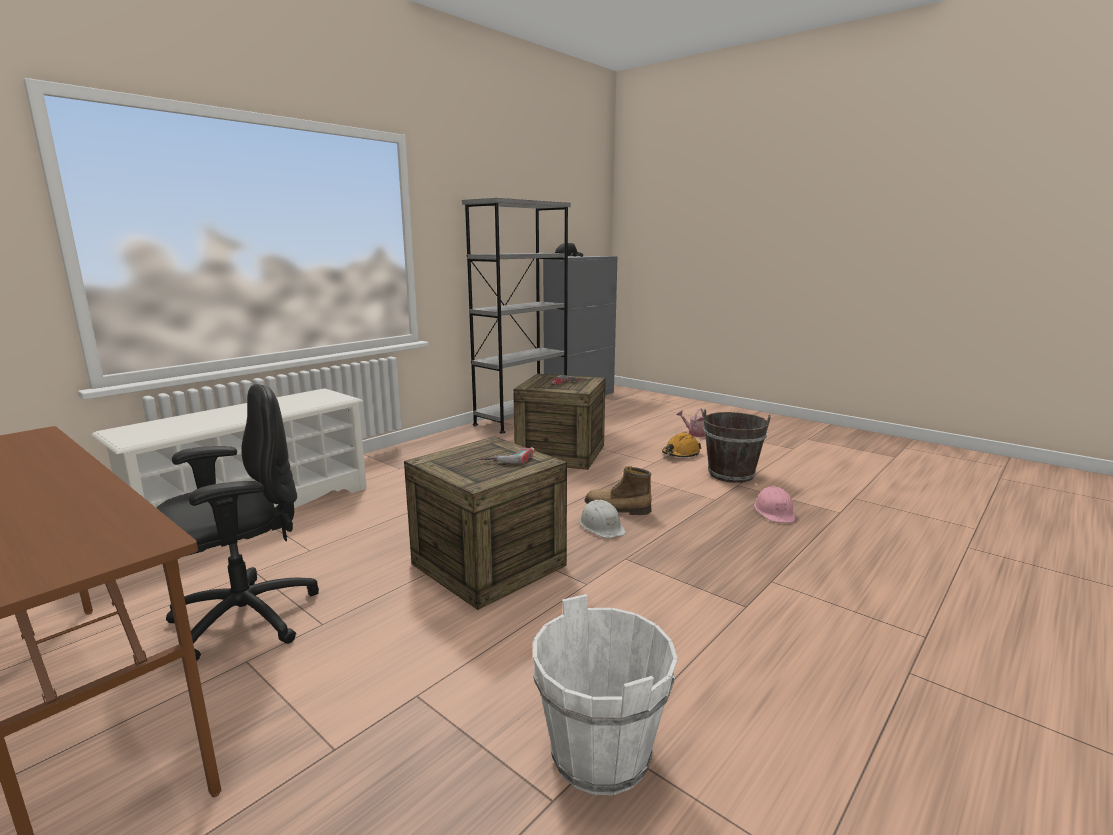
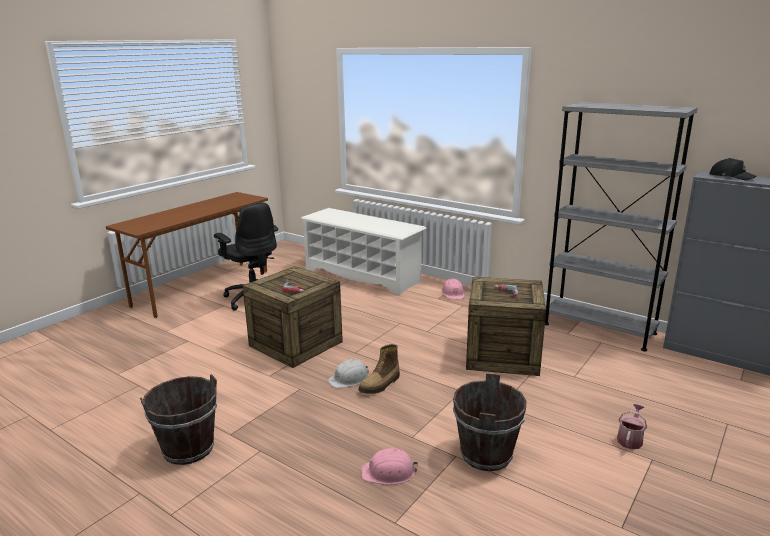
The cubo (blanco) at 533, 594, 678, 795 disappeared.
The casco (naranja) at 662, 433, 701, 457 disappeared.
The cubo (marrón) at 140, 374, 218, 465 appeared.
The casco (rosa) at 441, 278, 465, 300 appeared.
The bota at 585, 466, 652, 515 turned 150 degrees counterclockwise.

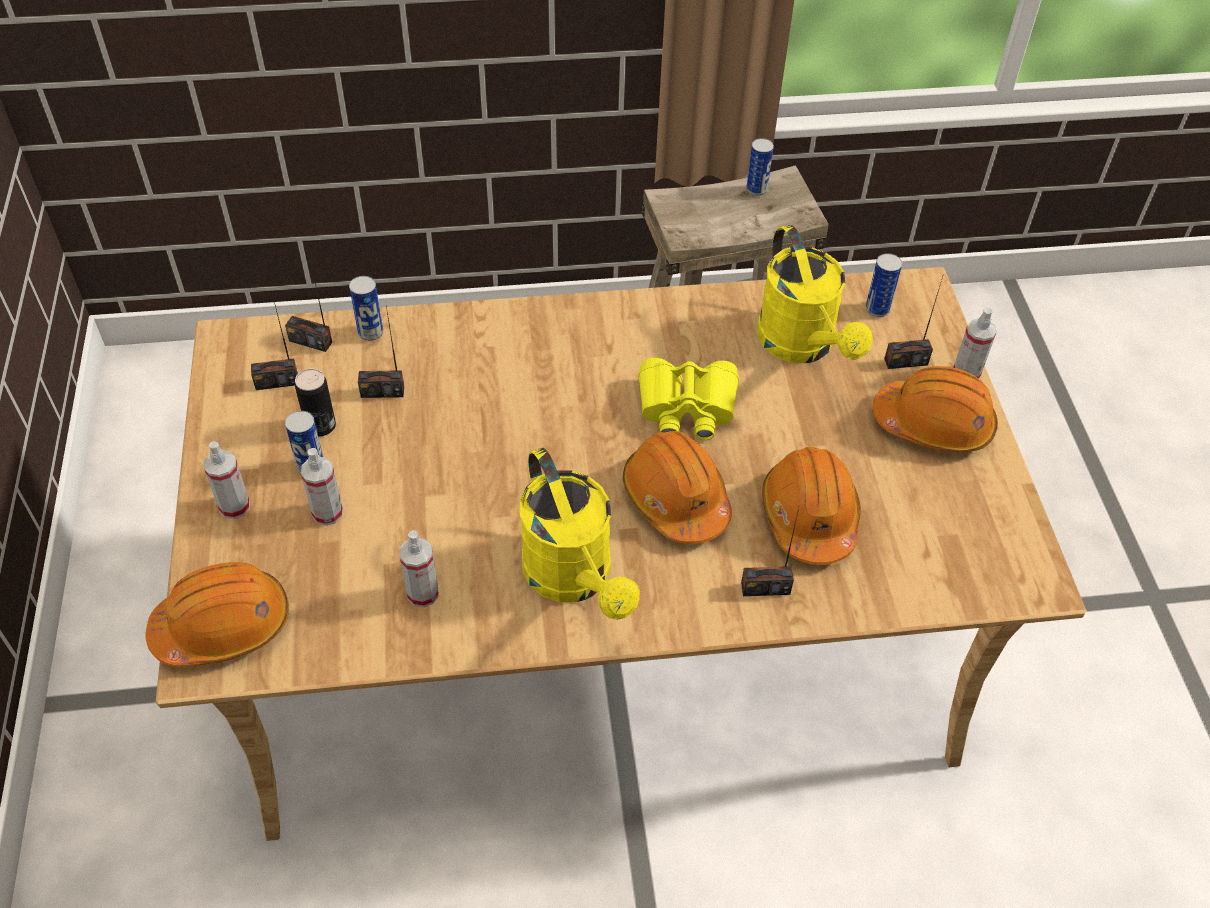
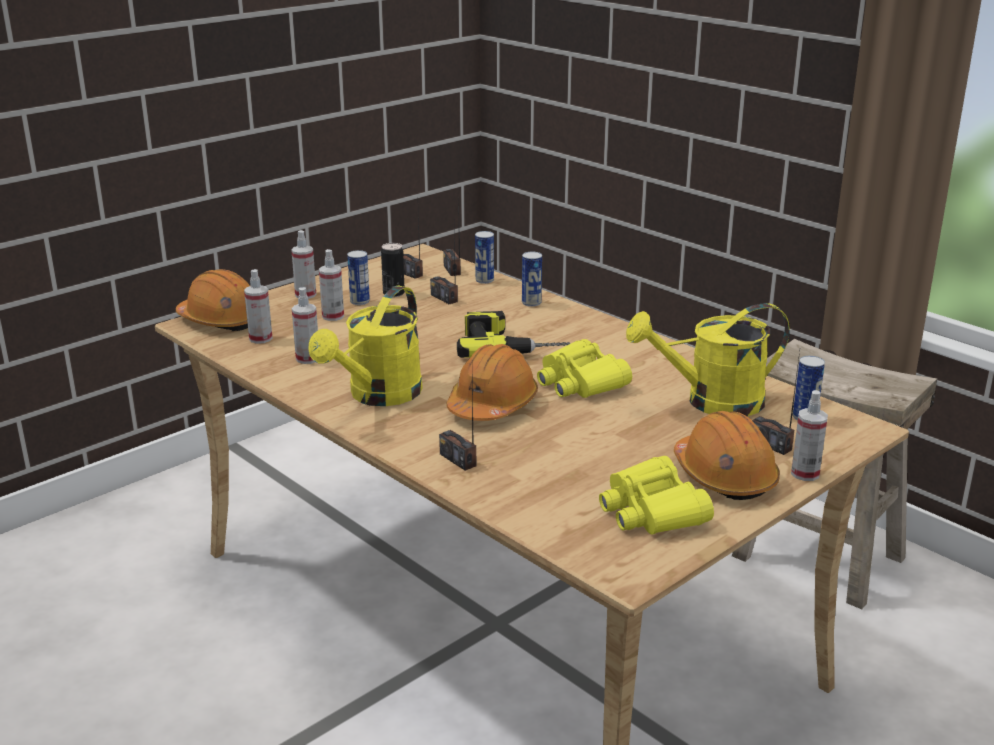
The casco (naranja) at 762, 447, 861, 565 disappeared.
The pulverizador at 244, 269, 272, 344 appeared.
The taladro at 457, 311, 570, 358 appeared.
The prismáticos (amarillo) at 599, 456, 714, 535 appeared.
The lata moved from 746, 138, 774, 196 to 522, 252, 542, 307.
The regadera (amarillo) at 757, 225, 873, 363 turned 45 degrees clockwise.

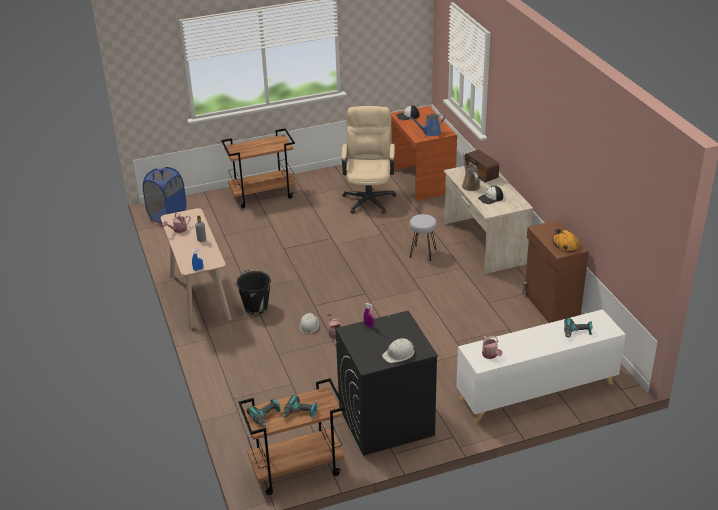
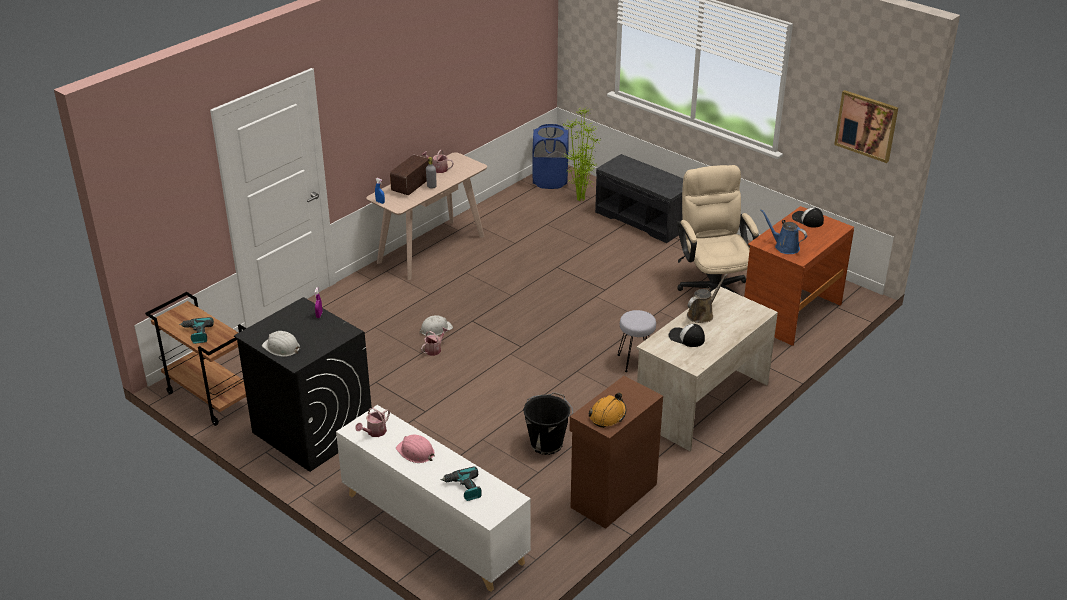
The taladro at 247, 398, 281, 427 disappeared.
The casco (rosa) at 396, 434, 435, 463 appeared.
The planta en maceta at 562, 107, 601, 201 appeared.
The cuadro at 834, 90, 898, 163 appeared.
The cubo (negro) moved from 235, 270, 271, 315 to 523, 392, 573, 455.
The radio moved from 464, 149, 499, 182 to 390, 155, 429, 195.
The carrito (marrón) at 221, 128, 296, 208 was replaced by the banco (gris) at 595, 154, 683, 243.
The silla de oficina (beis) at 342, 106, 396, 214 turned 75 degrees counterclockwise.

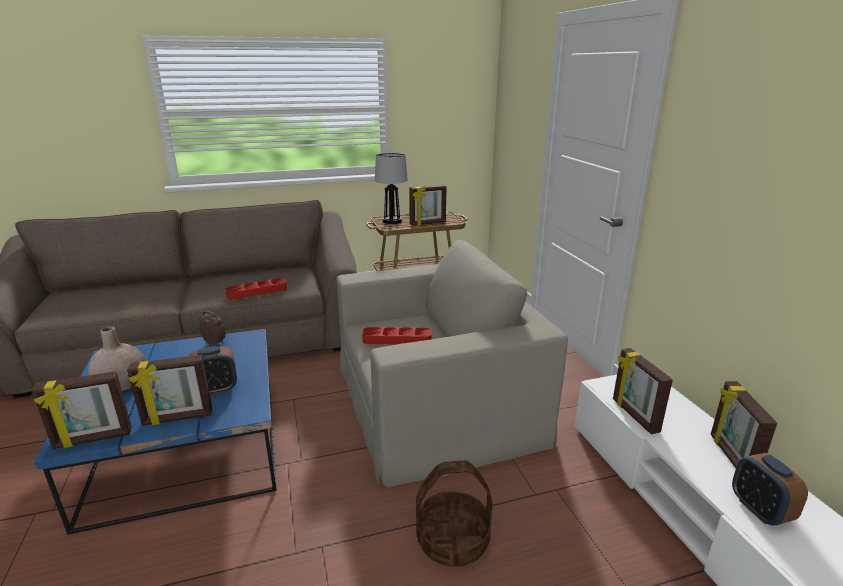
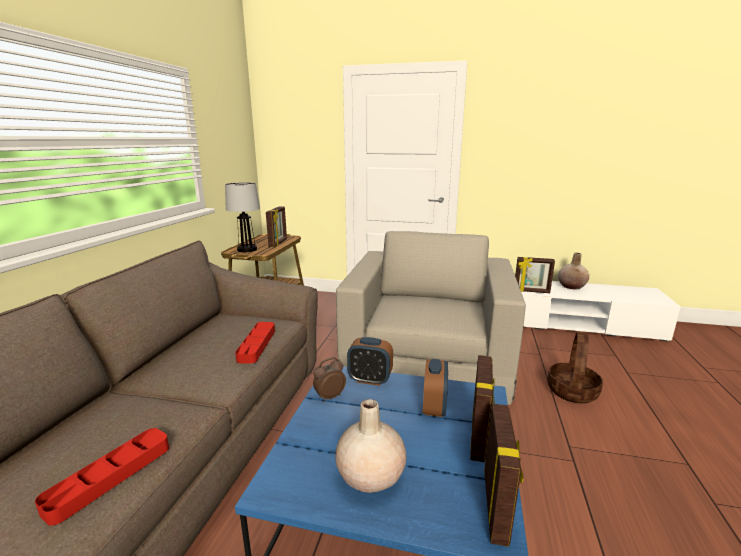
The bandeja (rojo) moved from 362, 327, 431, 344 to 35, 428, 169, 526.
The despertador moved from 732, 453, 808, 526 to 347, 337, 393, 386.
The portarretratos at 711, 381, 777, 468 was replaced by the florero (beis) at 558, 253, 589, 290.

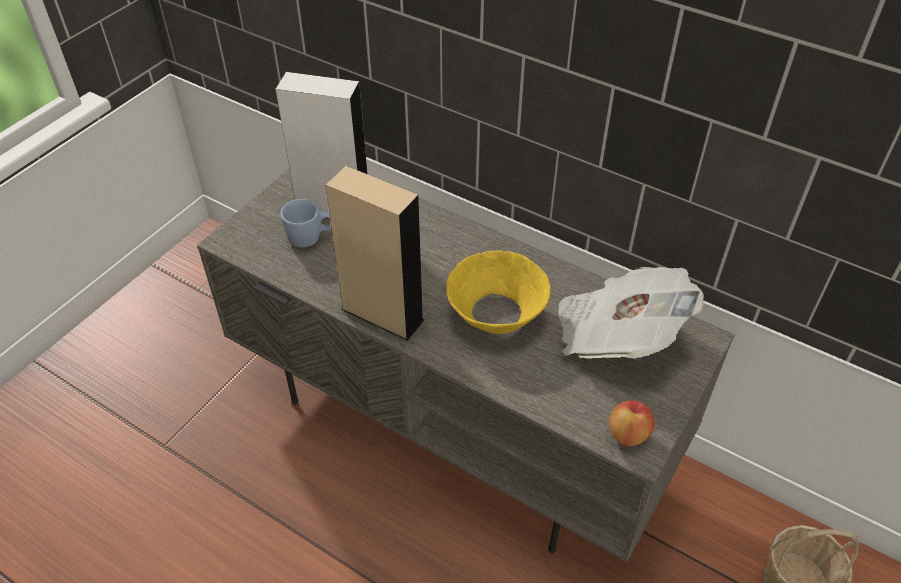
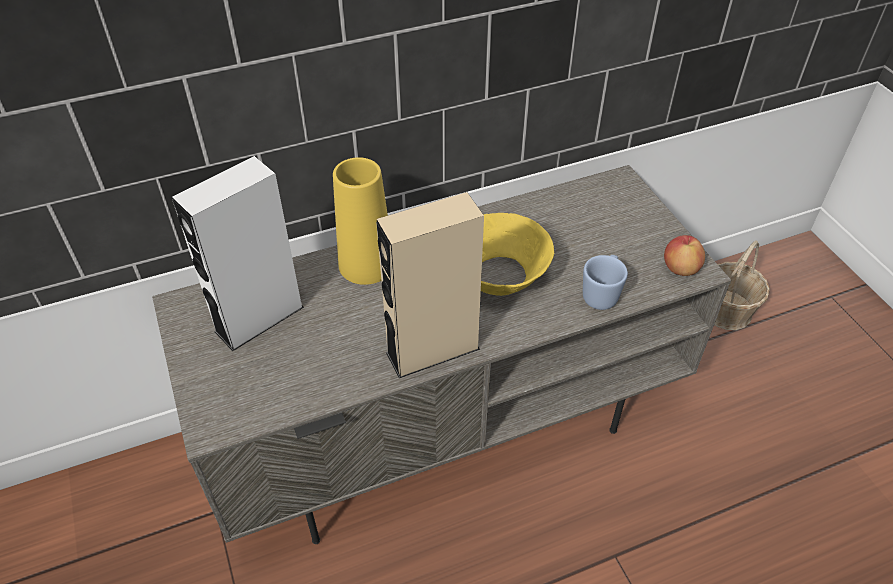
The periódico at 558, 267, 704, 359 disappeared.
The florero (amarillo) at 333, 157, 388, 285 appeared.
The taza grande (azul) moved from 280, 199, 331, 248 to 583, 255, 628, 310.

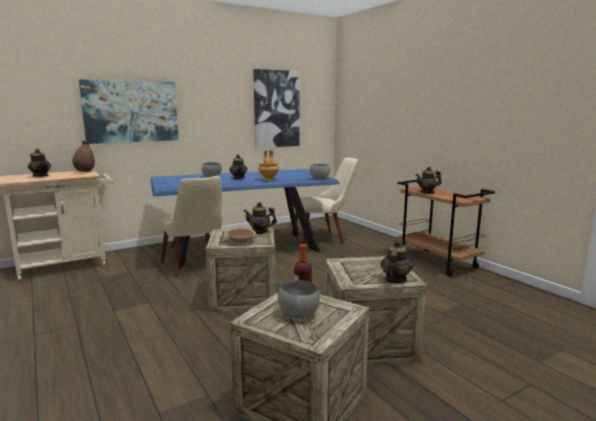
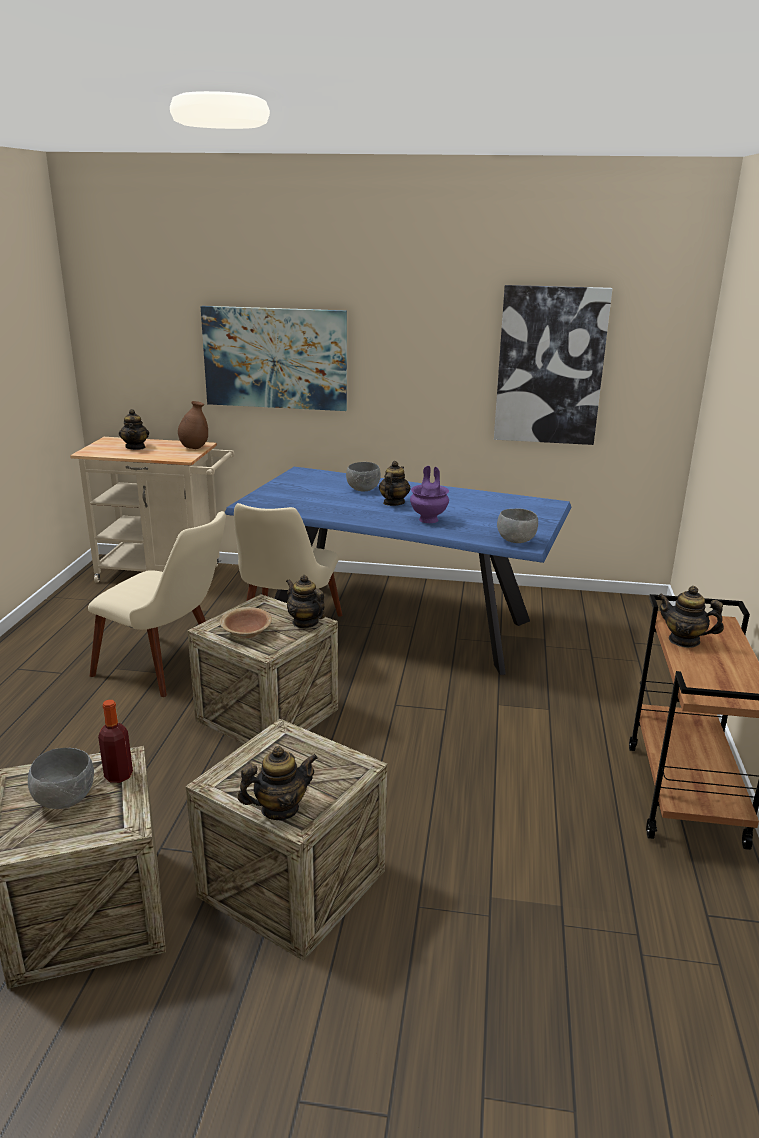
The silla (beis) moved from 291, 157, 358, 244 to 88, 511, 226, 697.
The florero (marrón) at 258, 150, 279, 181 became the florero (morado) at 410, 466, 449, 523.

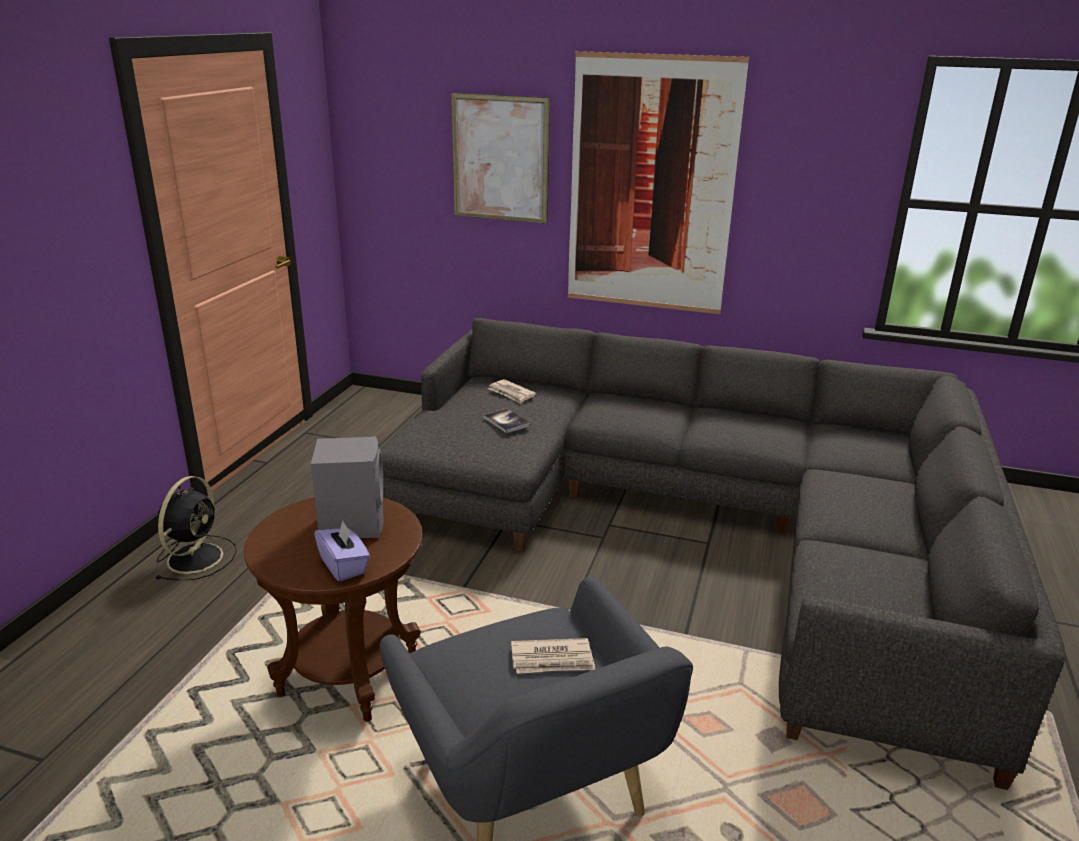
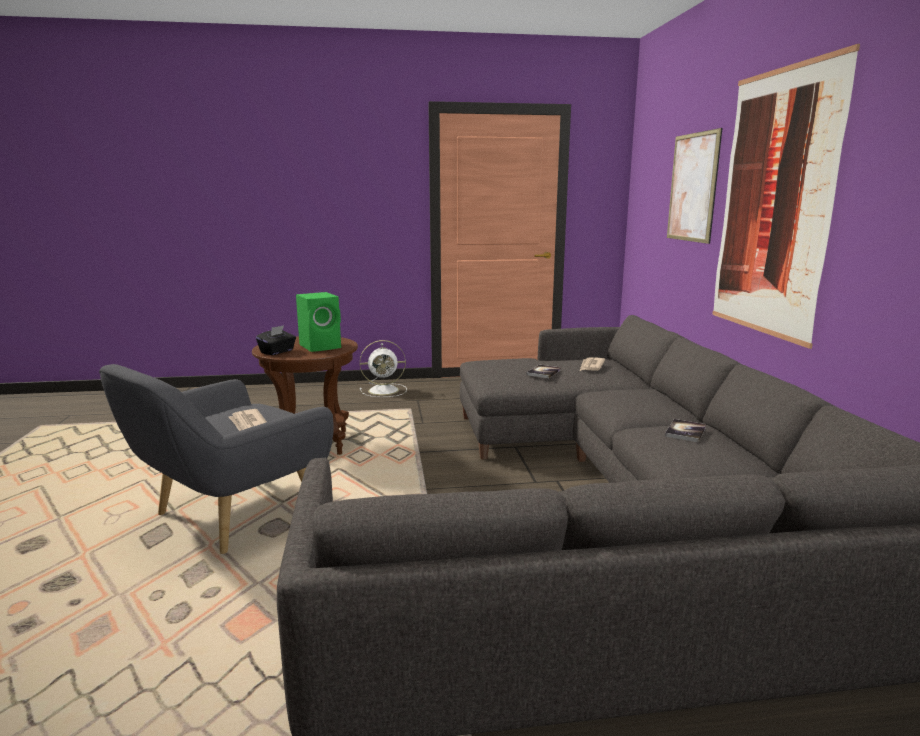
The libro at 665, 419, 706, 442 appeared.
The ventilador (negro) at 155, 476, 237, 581 became the ventilador (blanco) at 360, 340, 407, 397.
The altavoz (gris) at 311, 436, 383, 538 became the altavoz (verde) at 296, 292, 341, 352.
The caja de pañuelos (morado) at 314, 520, 370, 581 became the caja de pañuelos (negro) at 256, 325, 296, 355.

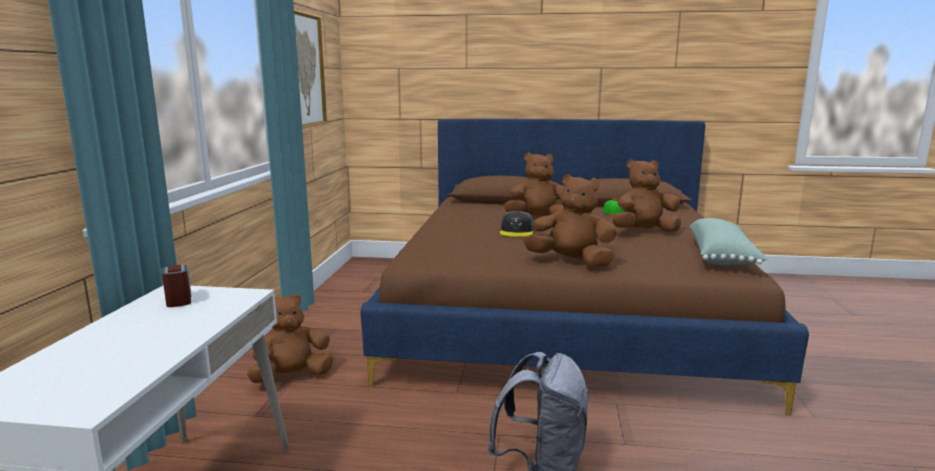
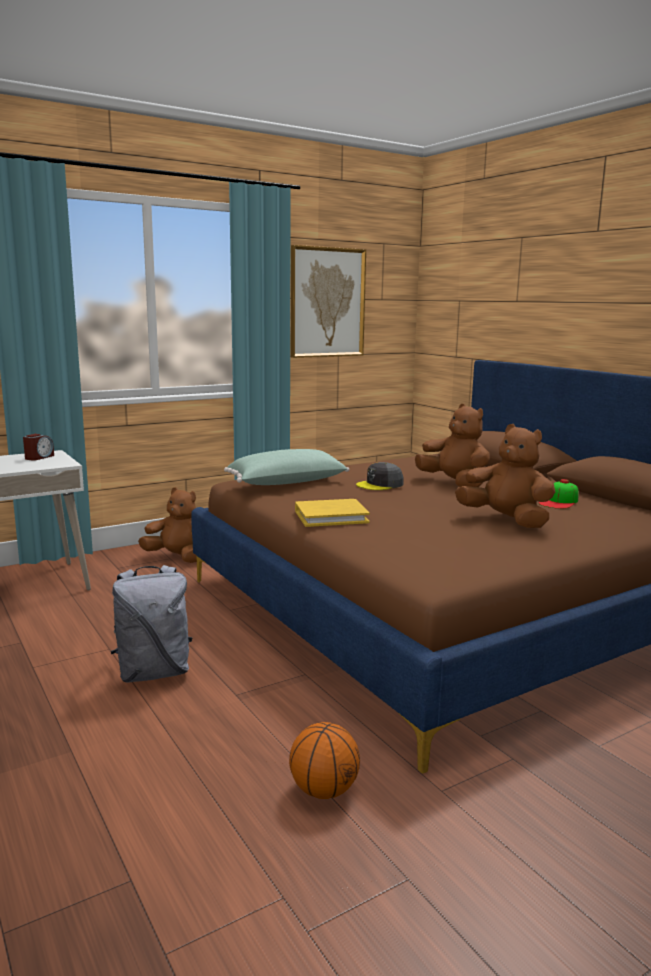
The balón de baloncesto at 289, 722, 360, 799 appeared.
The cojín (verde) moved from 690, 218, 768, 265 to 224, 449, 349, 485.
The peluche (marrón) at 523, 174, 617, 267 was replaced by the libro (amarillo) at 295, 499, 370, 527.

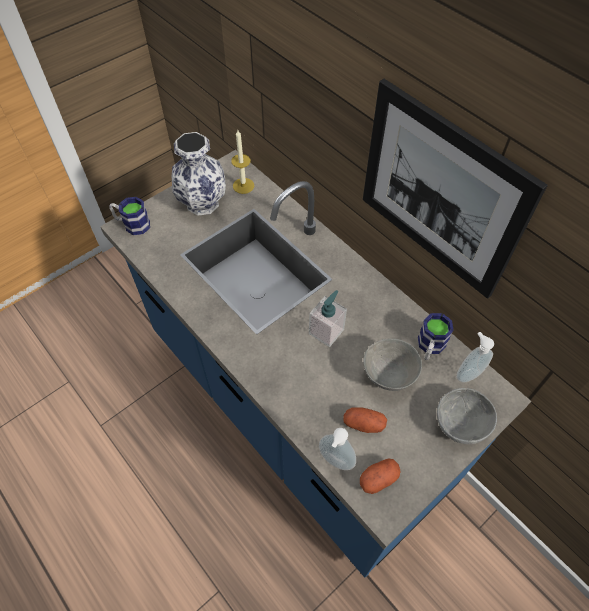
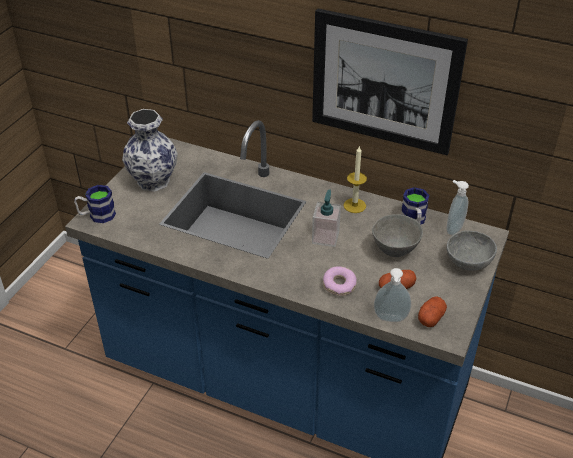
The rosquilla at 323, 266, 357, 296 appeared.
The vela moved from 231, 130, 254, 194 to 343, 145, 367, 213.

